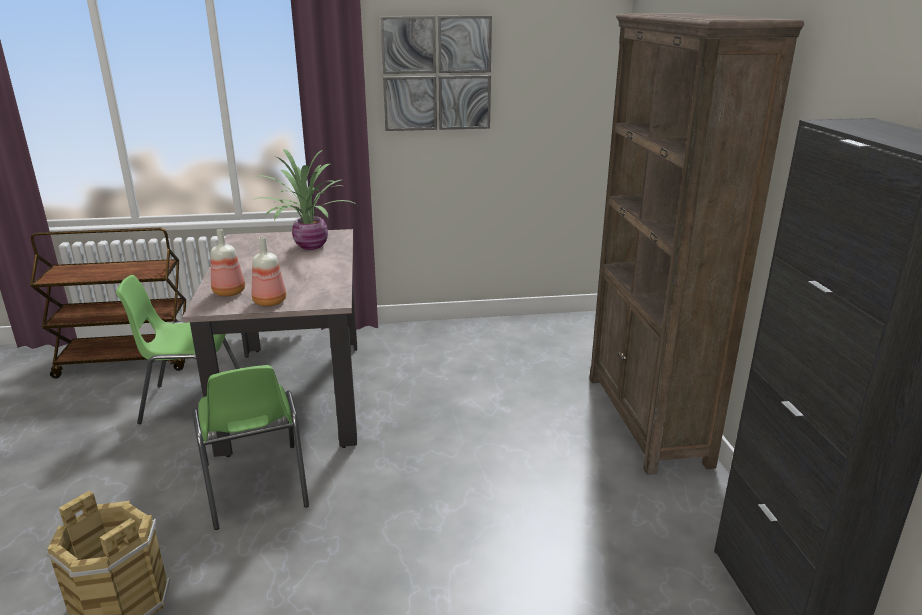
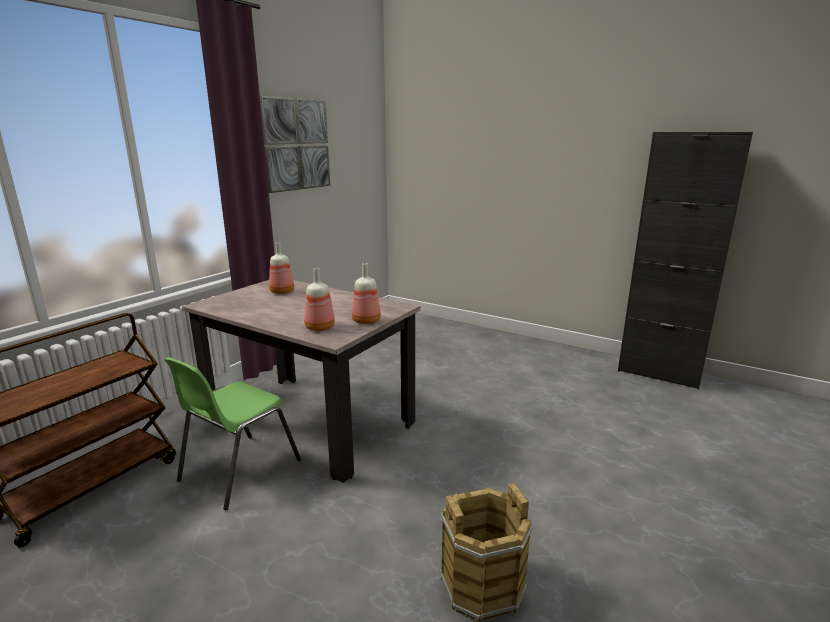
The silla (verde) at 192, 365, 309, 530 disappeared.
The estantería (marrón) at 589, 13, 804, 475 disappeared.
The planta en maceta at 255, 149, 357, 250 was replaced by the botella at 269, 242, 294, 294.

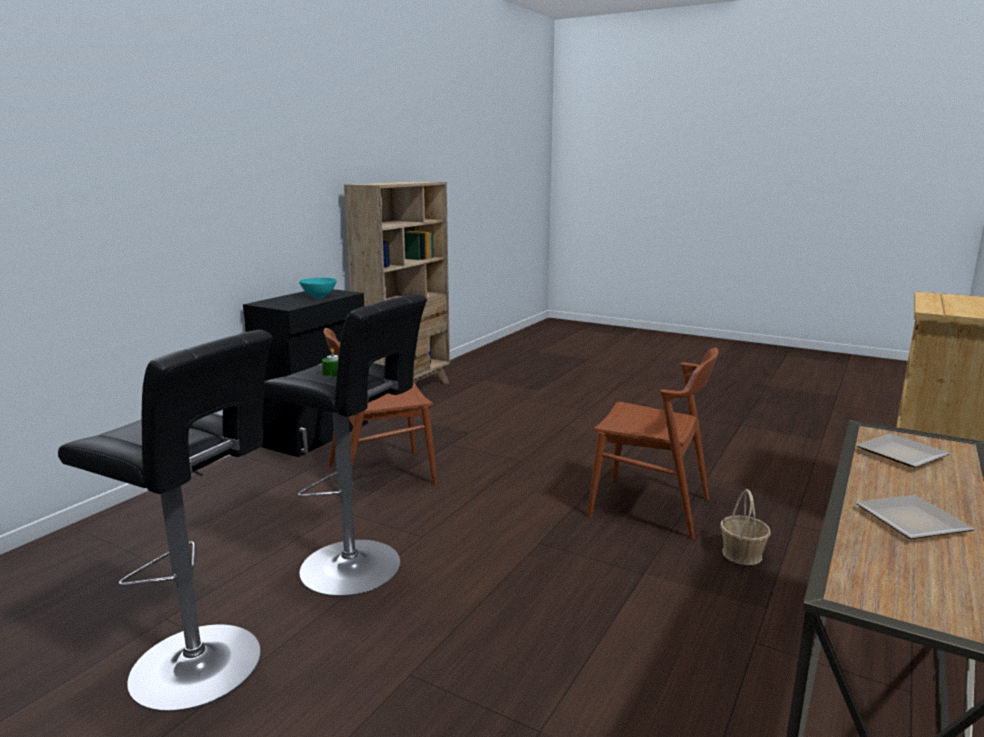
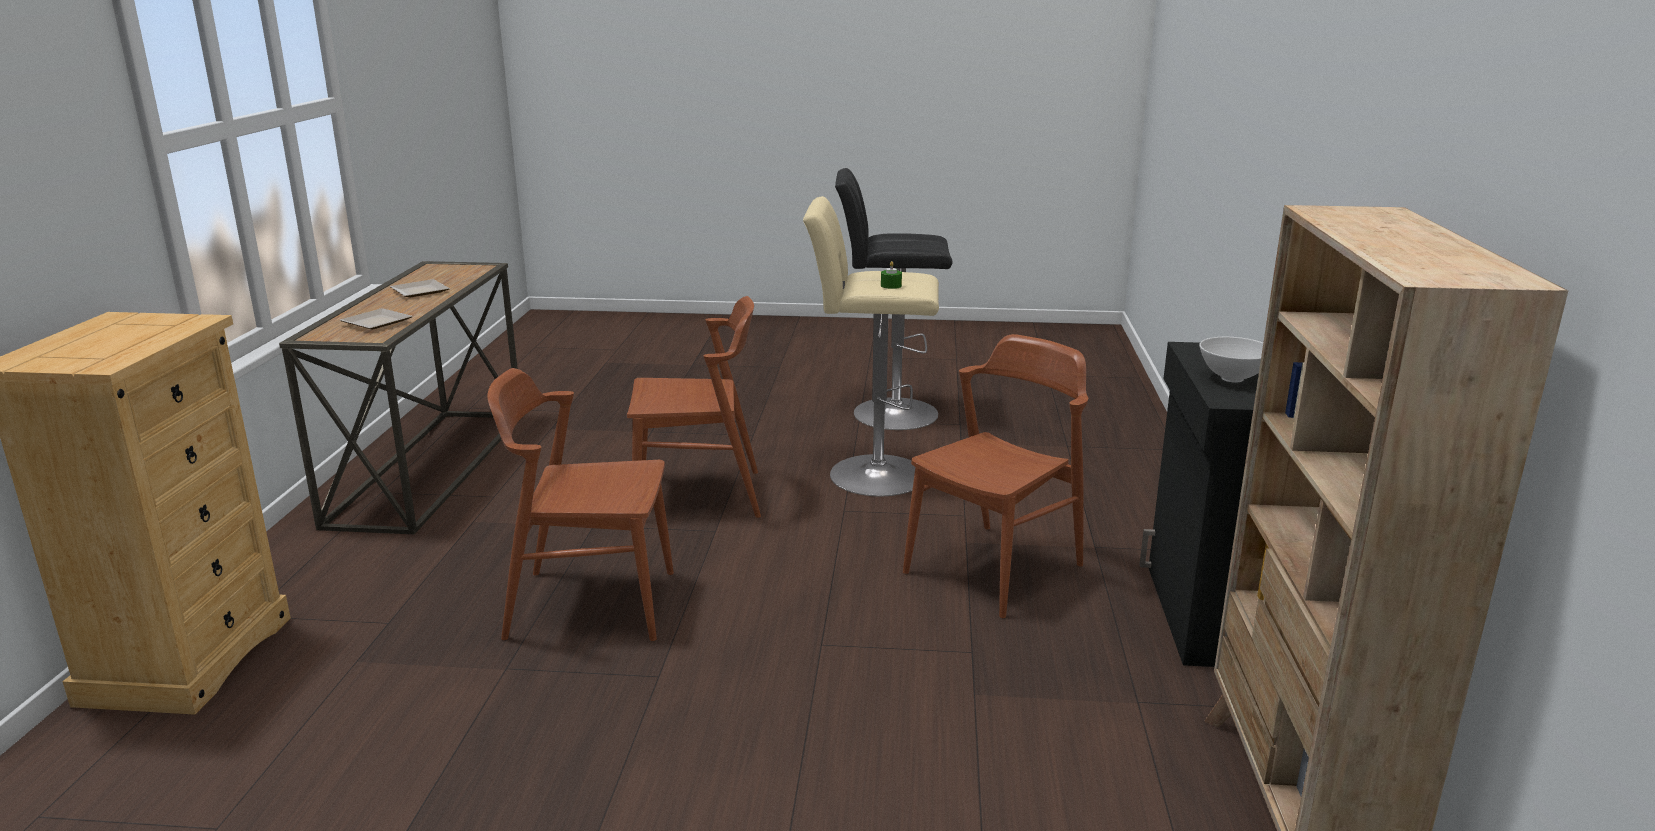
The cesta at 720, 489, 771, 565 disappeared.
The silla (marrón) at 627, 296, 761, 518 appeared.
The taburete (negro) at 264, 294, 427, 596 became the taburete (beis) at 803, 196, 939, 496.
The cuenco (turquesa) at 299, 277, 337, 298 became the cuenco (blanco) at 1199, 337, 1263, 383.

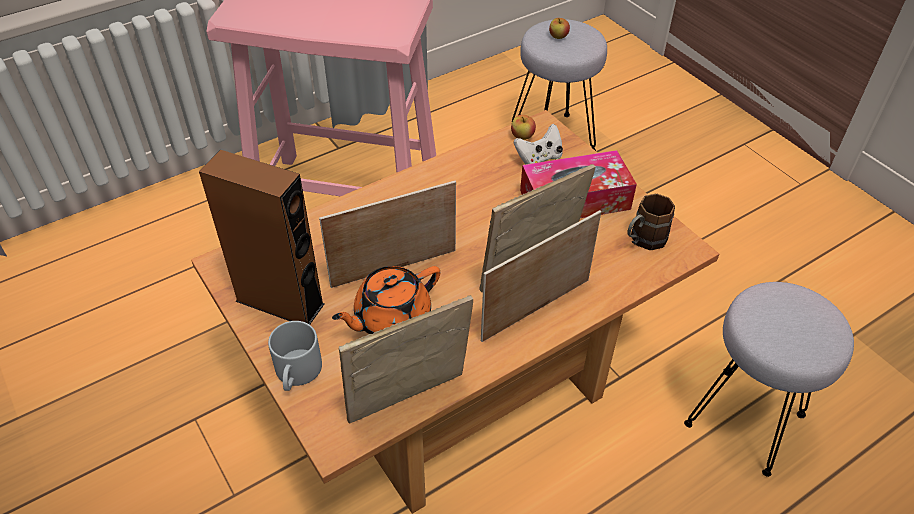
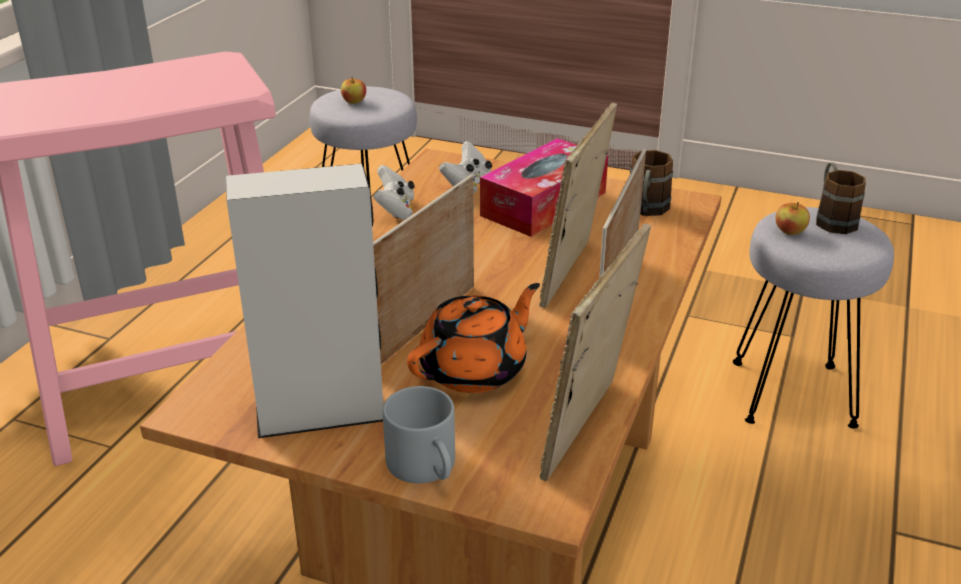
The mando de consola (blanco) at 373, 165, 415, 220 appeared.
The taza grande (marrón) at 816, 162, 866, 234 appeared.
The manzana moved from 511, 115, 536, 140 to 775, 202, 810, 235.
The altavoz (marrón) at 199, 150, 325, 325 became the altavoz (gris) at 226, 164, 383, 438.
The tetera (naranja) at 332, 266, 440, 334 turned 150 degrees counterclockwise.

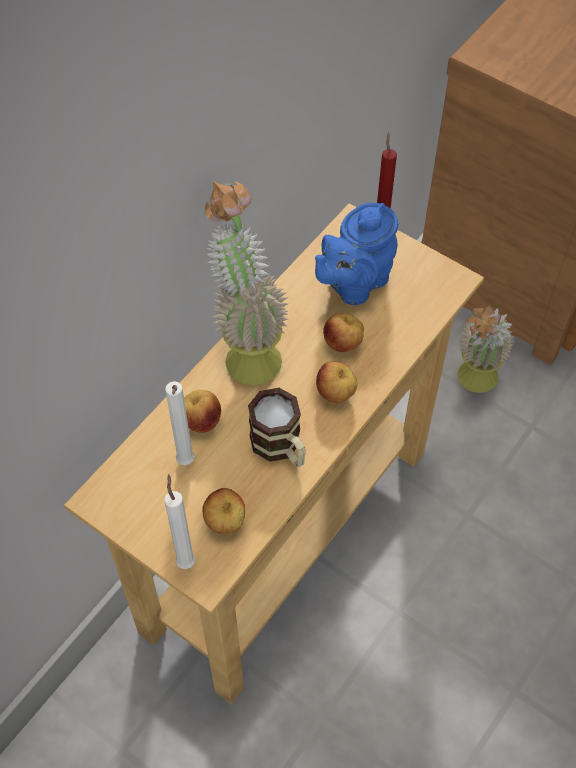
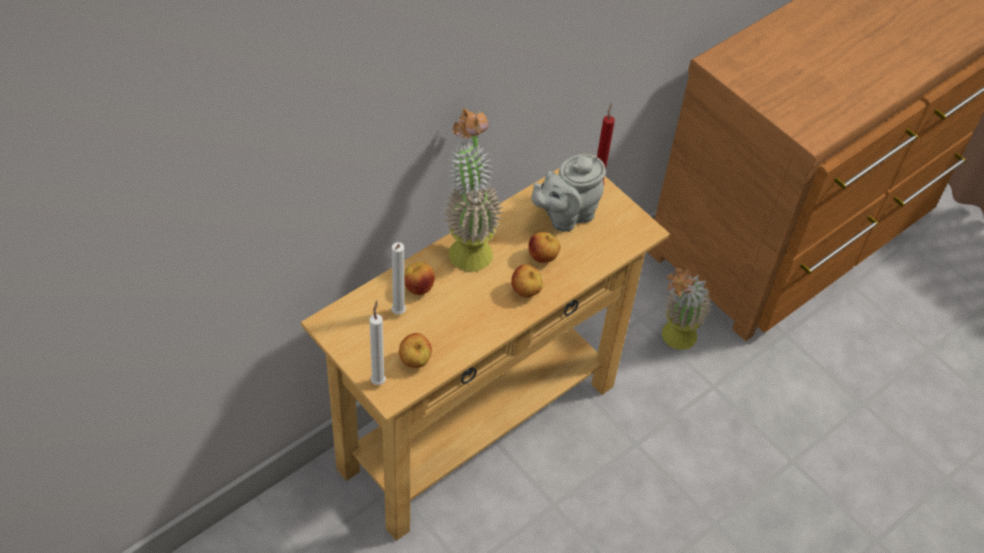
The taza grande at 248, 388, 306, 467 disappeared.
The tetera (azul) at 315, 203, 398, 305 became the tetera (gris) at 531, 154, 606, 231.

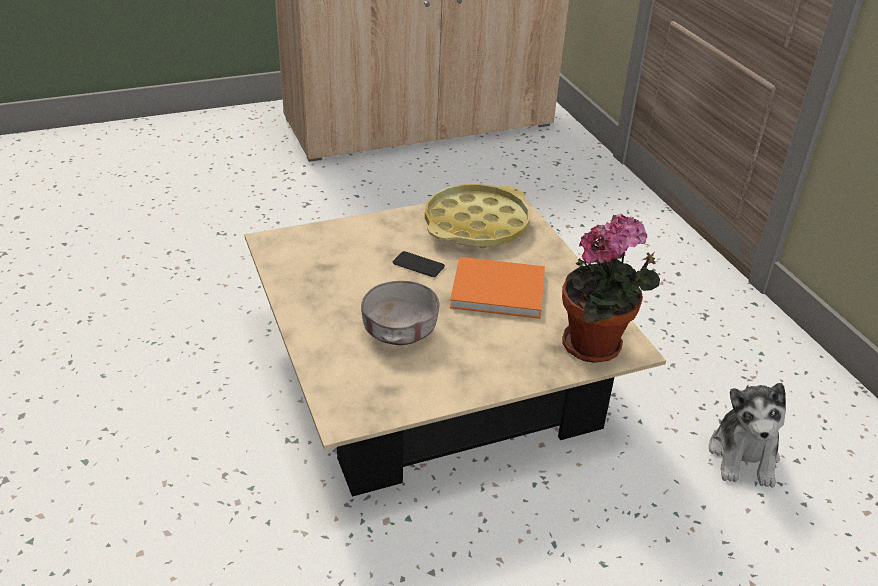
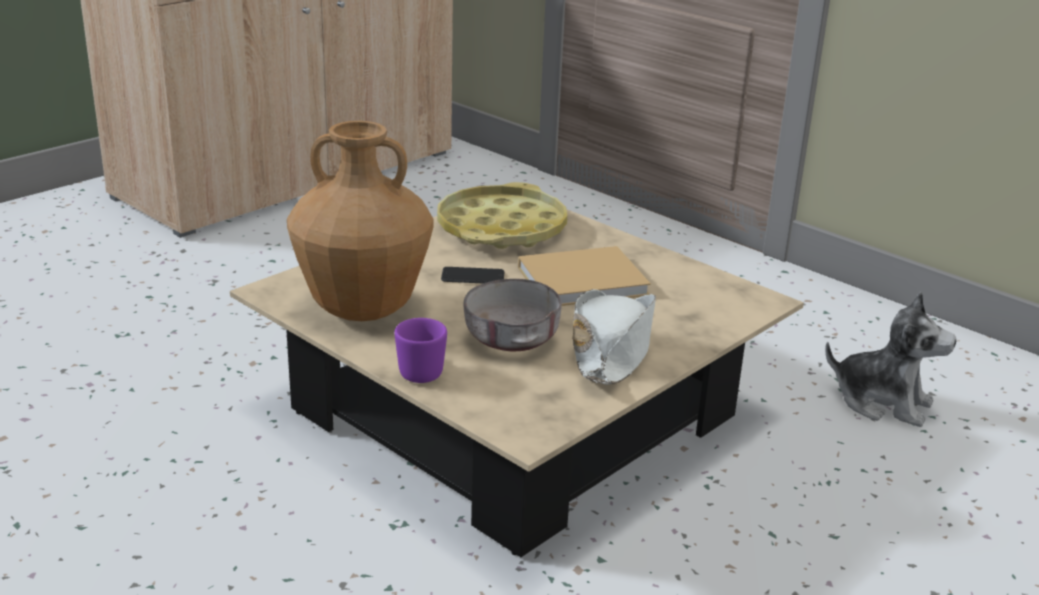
The planta en maceta at 562, 214, 660, 363 disappeared.
The florero (marrón) at 287, 121, 433, 321 appeared.
The taza grande (morado) at 395, 318, 447, 383 appeared.
The sombrero (blanco) at 572, 289, 656, 384 appeared.
The libro (naranja) at 450, 257, 545, 319 became the libro (beis) at 518, 246, 651, 306.
The peluche at 709, 383, 786, 488 turned 45 degrees counterclockwise.

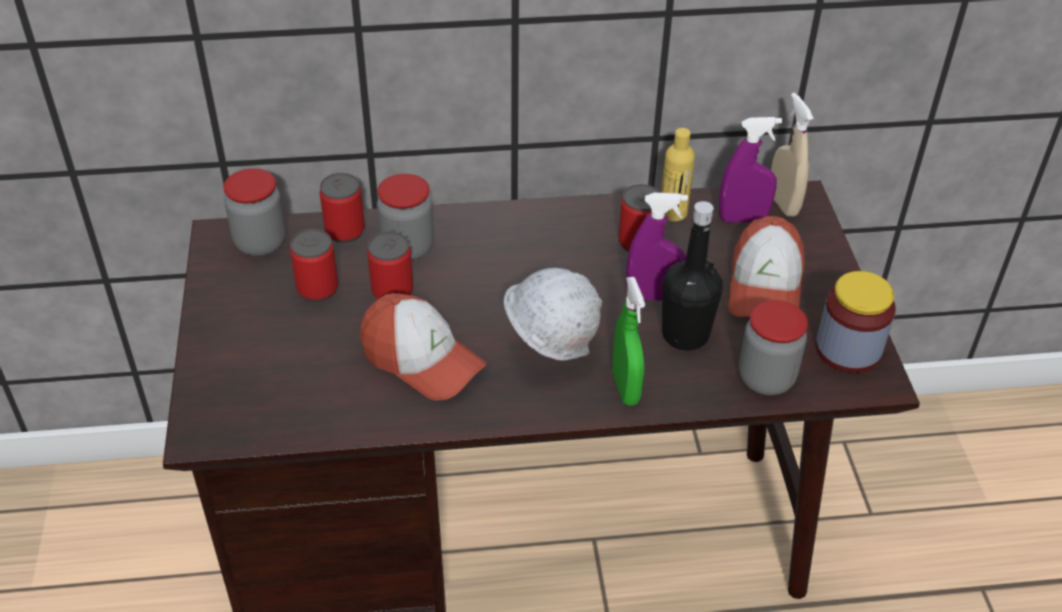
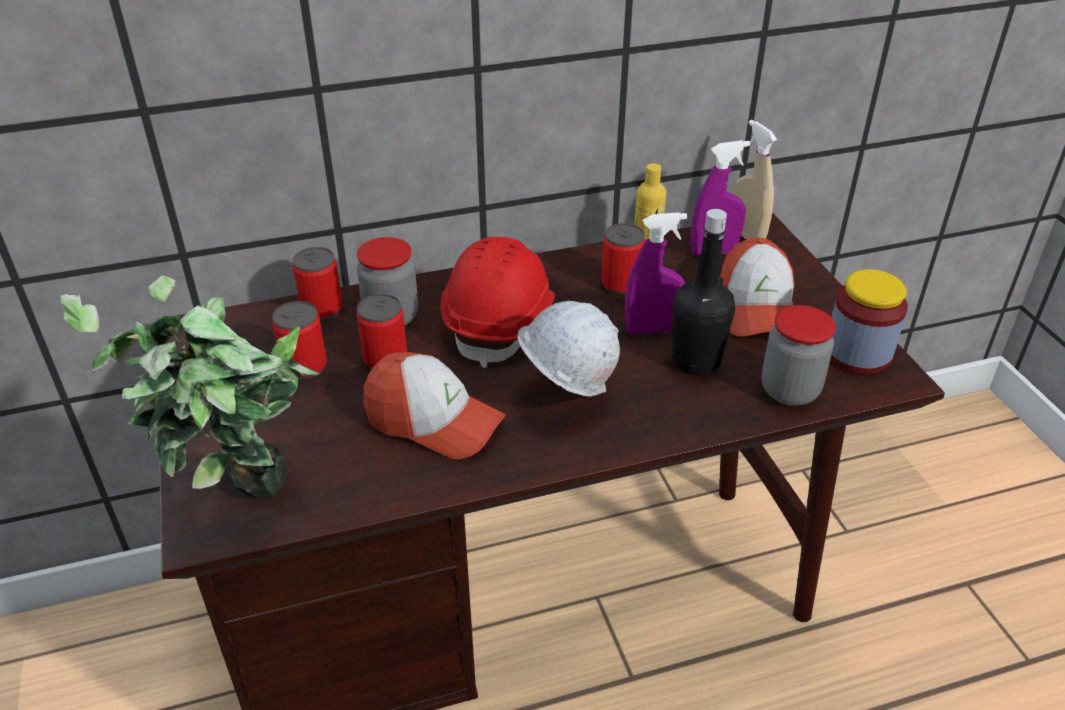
The tarro at 223, 168, 286, 256 disappeared.
The pulverizador (verde) at 612, 277, 645, 406 disappeared.
The planta en maceta at 60, 275, 319, 500 appeared.
The casco (rojo) at 441, 236, 555, 368 appeared.

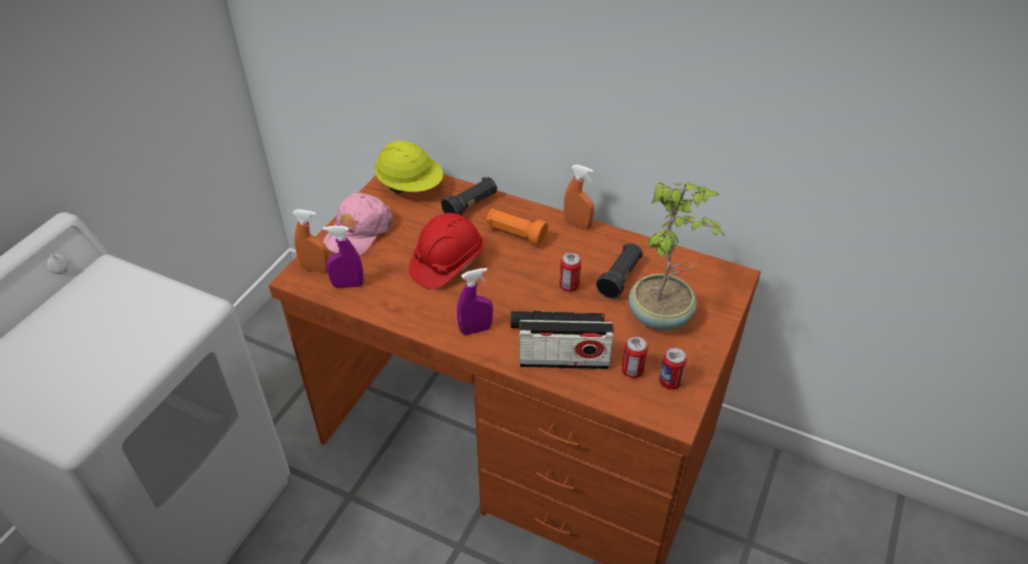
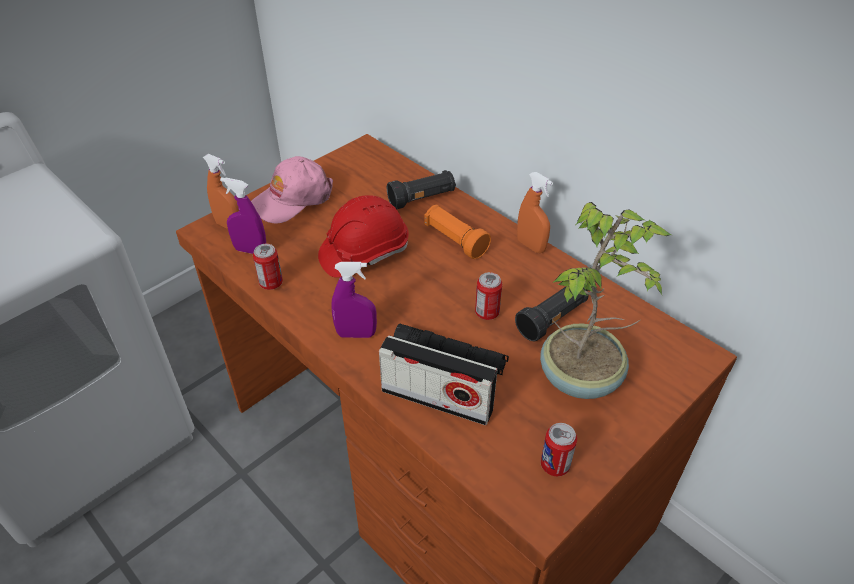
The casco (amarillo) at 374, 140, 443, 194 disappeared.
The lata moved from 622, 336, 648, 378 to 253, 244, 283, 290.

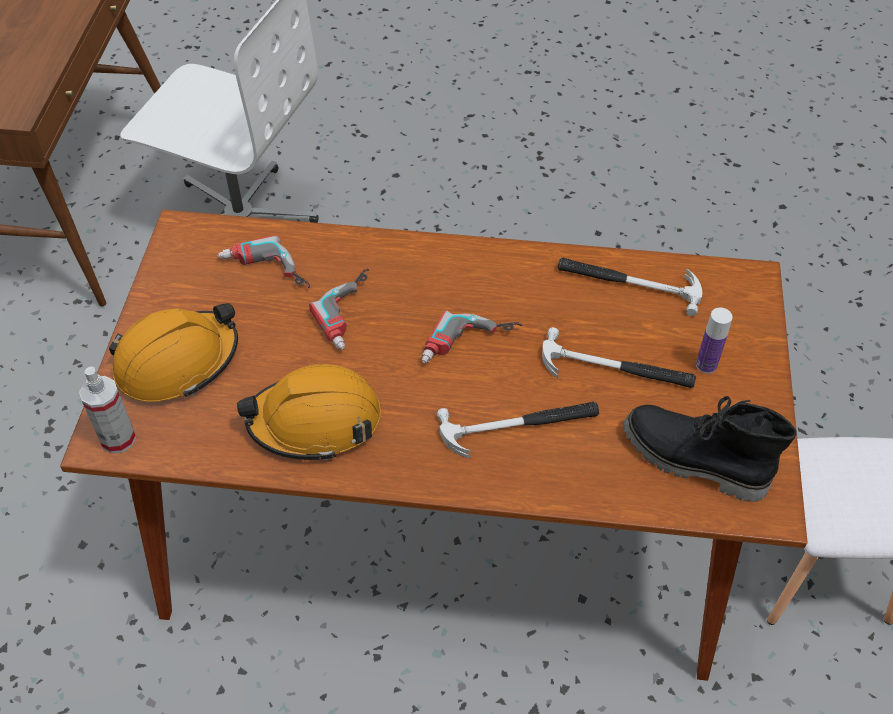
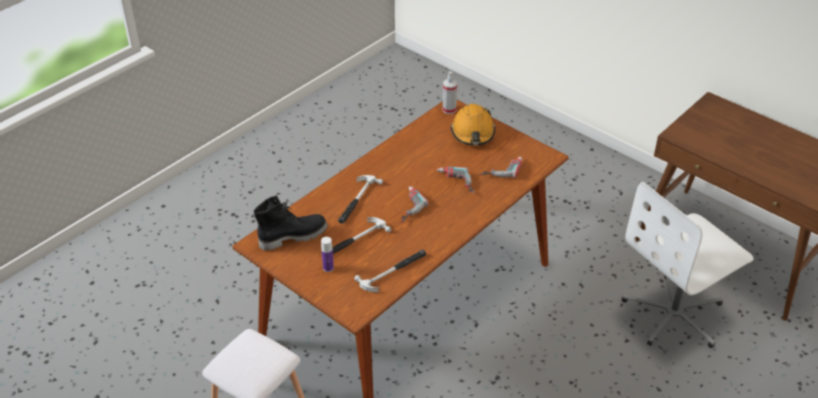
The casco (naranja) at 237, 364, 381, 461 disappeared.

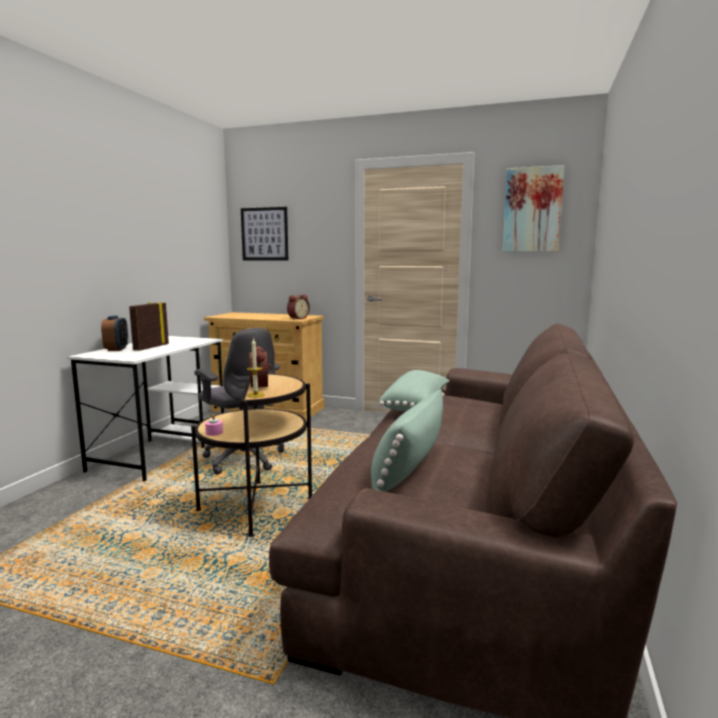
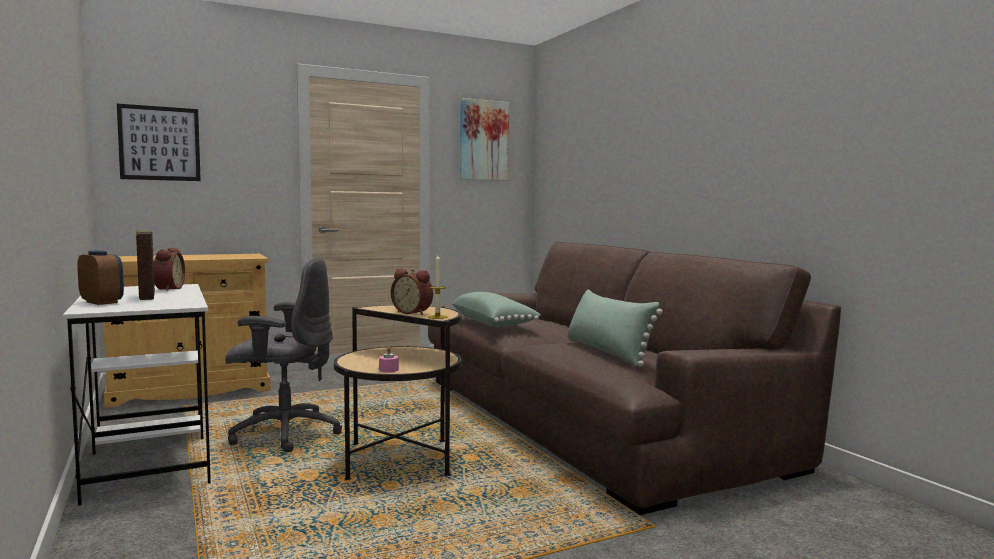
The despertador moved from 287, 294, 310, 320 to 154, 248, 185, 291.

